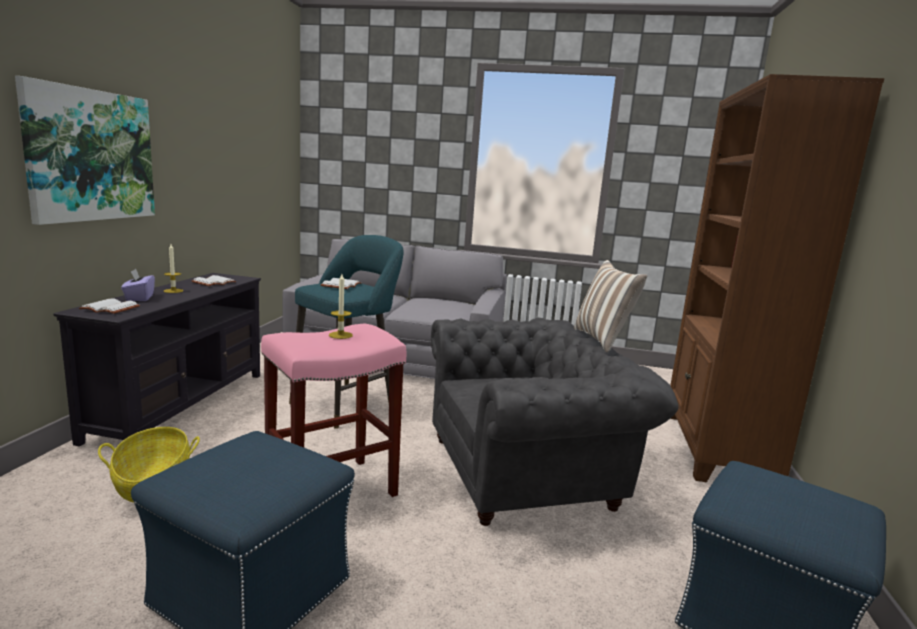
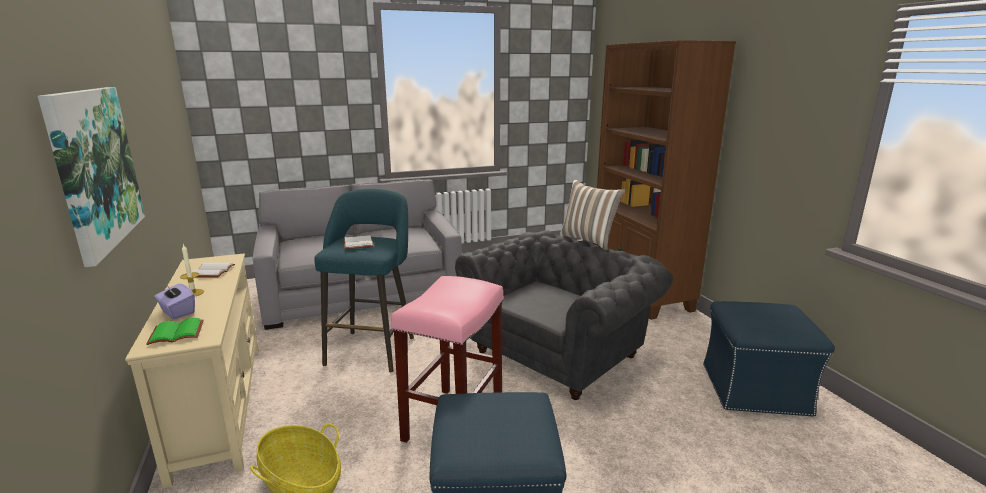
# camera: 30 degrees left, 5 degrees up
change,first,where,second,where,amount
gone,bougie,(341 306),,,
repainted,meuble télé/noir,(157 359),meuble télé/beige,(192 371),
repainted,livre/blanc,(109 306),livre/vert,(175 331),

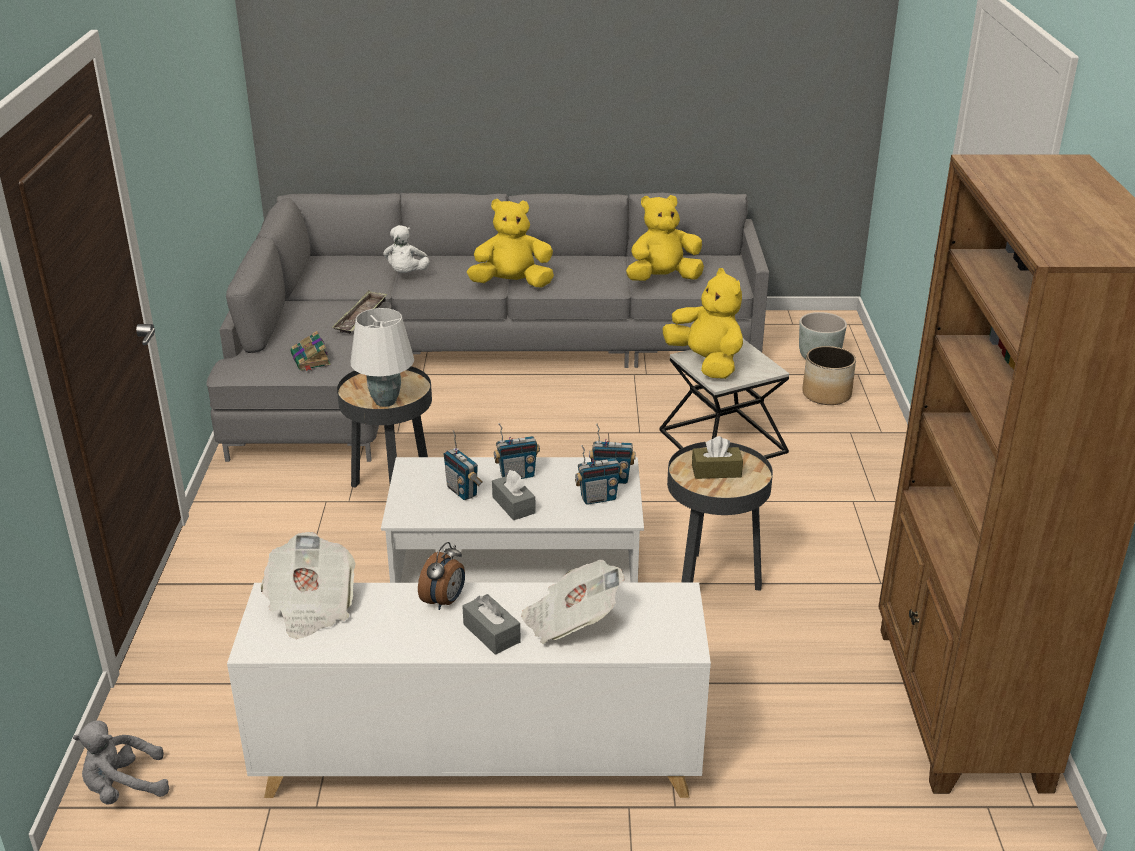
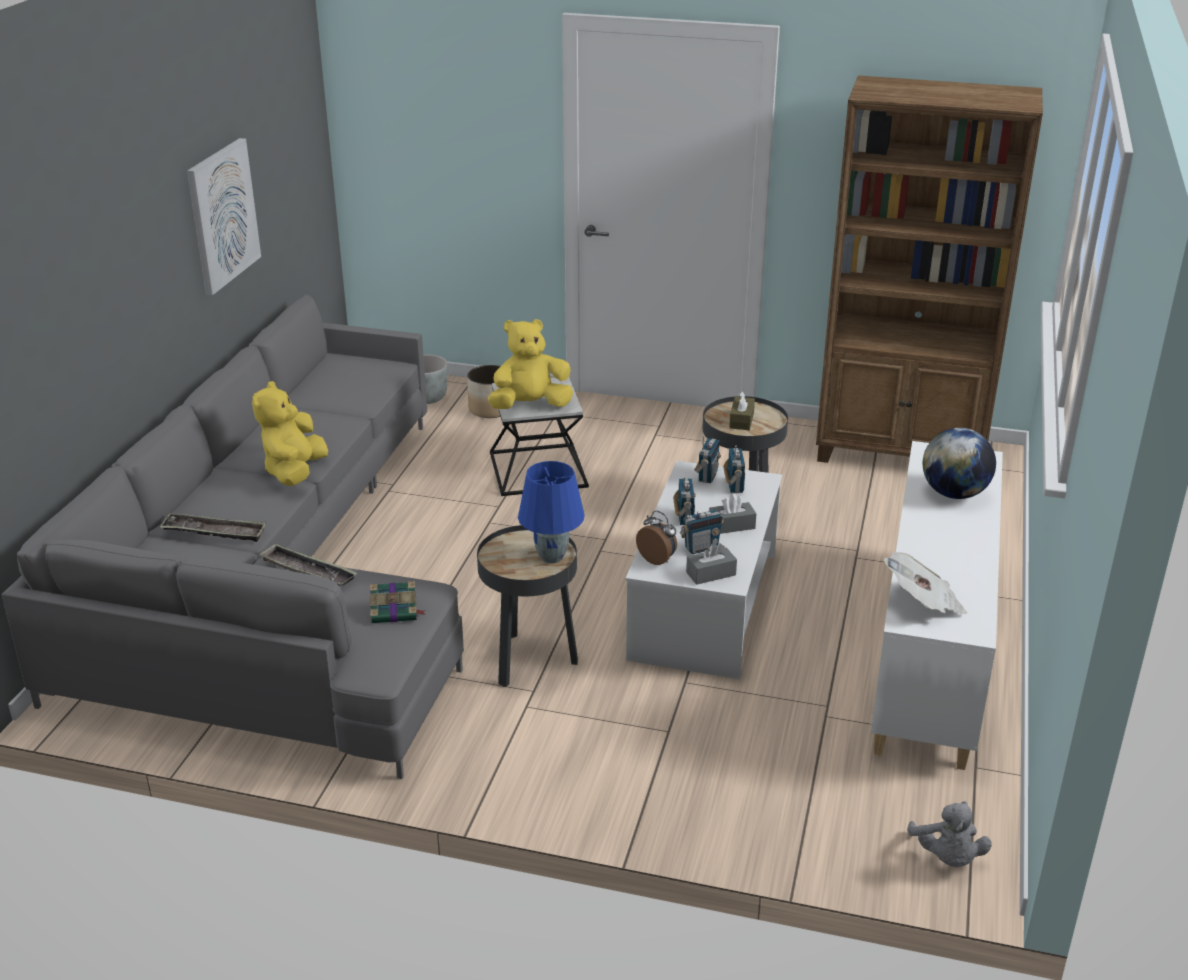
# camera: 75 degrees left, 0 degrees up
change,first,where,second,where,amount
gone,peluche/jaune,(665 238),,,
new,,,tableau,(224 216),
shifted,réveil,(441 576),,(656 538),
shifted,boîte à mouchoirs/gris,(491 624),,(711 564),
swapped,peluche/blanc,(406 249),plateau,(213 527),
swapped,journal,(572 602),globe,(959 463),
repainted,lampe de table/blanc,(382 357),lampe de table/bleu,(551 512),

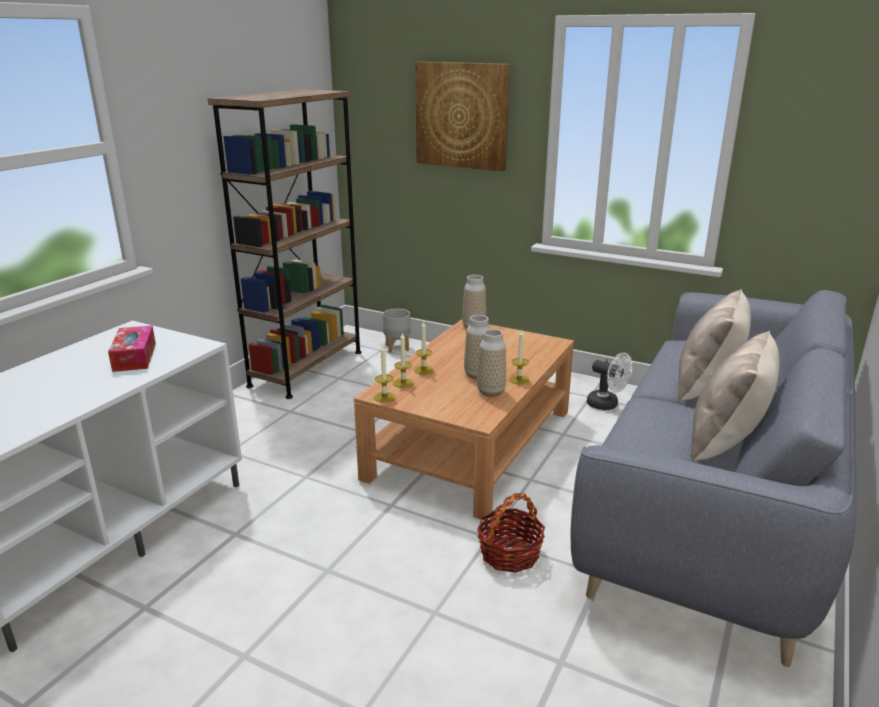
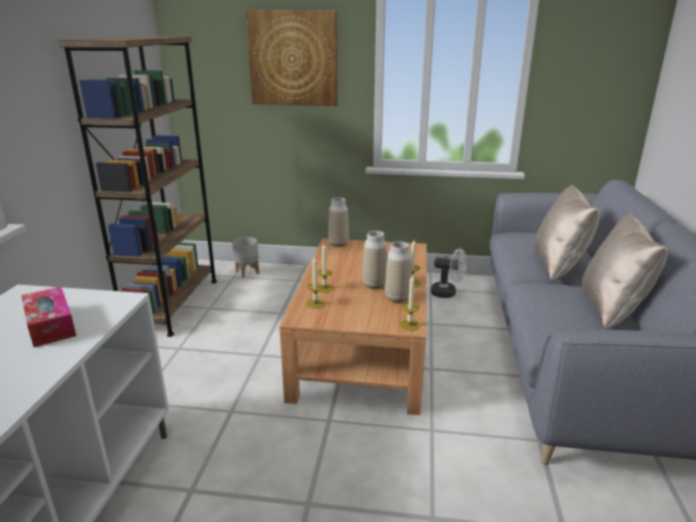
# camera: 20 degrees left, 0 degrees up
change,first,where,second,where,amount
gone,panier,(511 533),,,
shifted,bougie,(384 374),,(409 302),

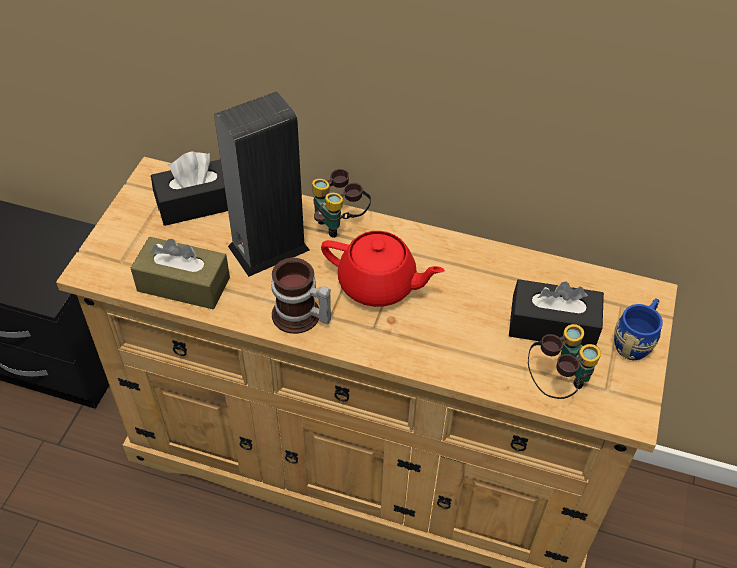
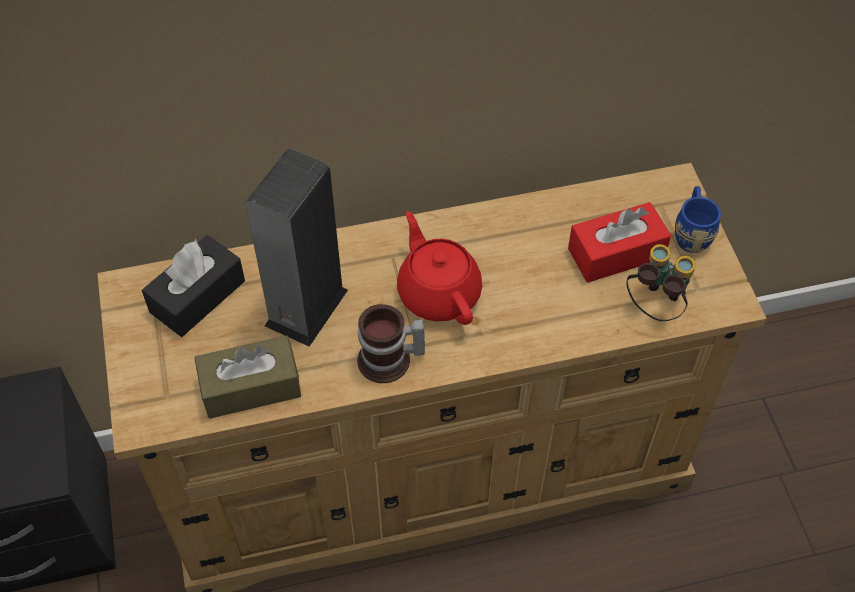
# camera: 30 degrees left, 5 degrees up
change,first,where,second,where,amount
gone,jumelles,(341 203),,,
repainted,boîte à mouchoirs/noir,(556 312),boîte à mouchoirs/rouge,(619 242),
rotated,théière/rouge,(383 269),,(439 268),105 degrees counterclockwise

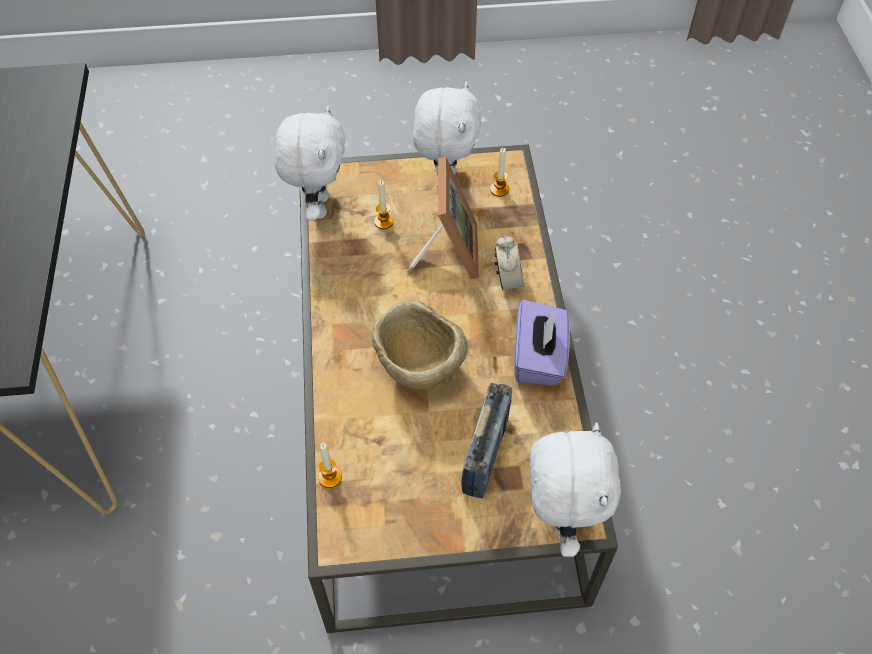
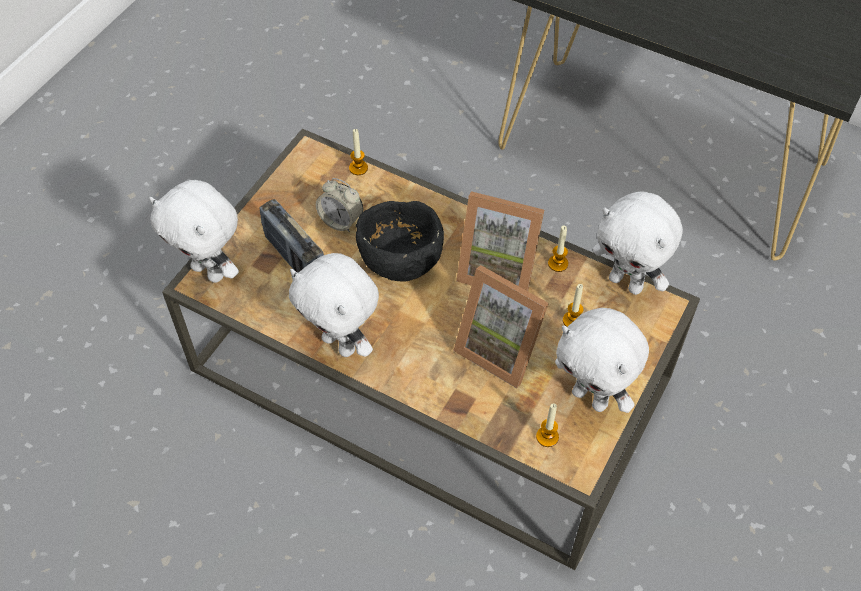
# camera: 125 degrees right, 0 degrees up
change,first,where,second,where,amount
new,,,cadre photo,(500 241),
new,,,bougie,(558 249),
shifted,réveil,(509 264),,(339 205),
swapped,boîte à mouchoirs/violet,(542 343),peluche/blanc,(334 305),
repainted,bol/beige,(420 345),bol/noir,(400 241),

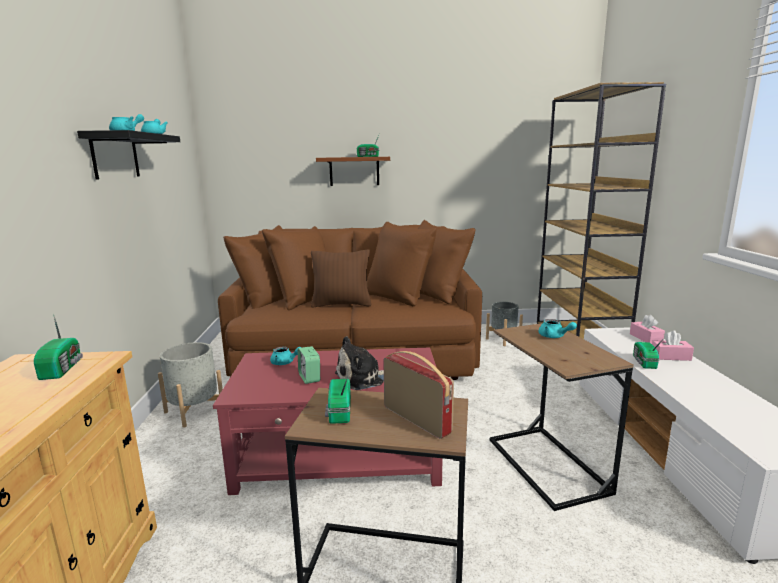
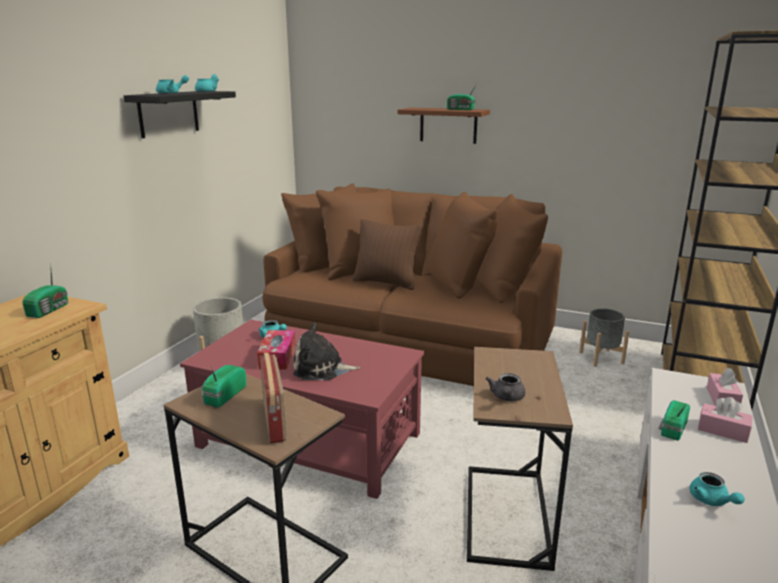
# camera: 25 degrees right, 5 degrees up
change,first,where,second,where,amount
new,,,théière/gris,(505 387),
shifted,théière/turquoise,(558 328),,(717 489),
swapped,réveil,(309 365),boîte à mouchoirs,(276 350),

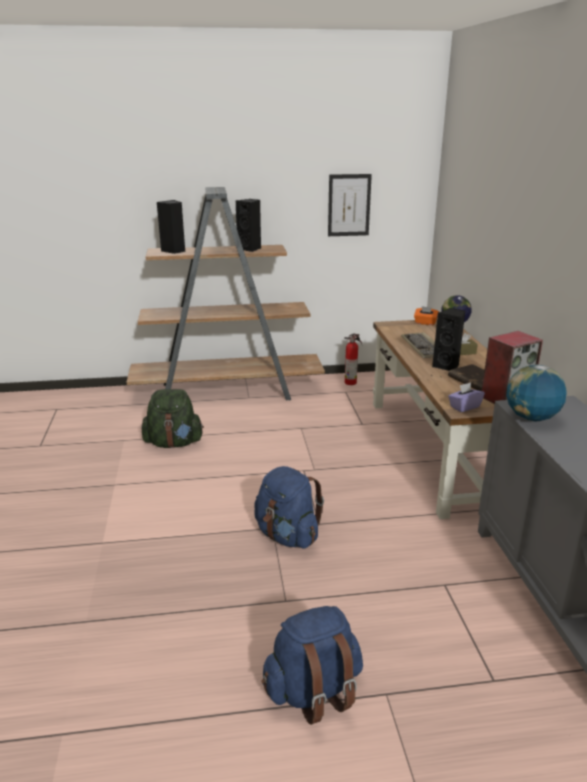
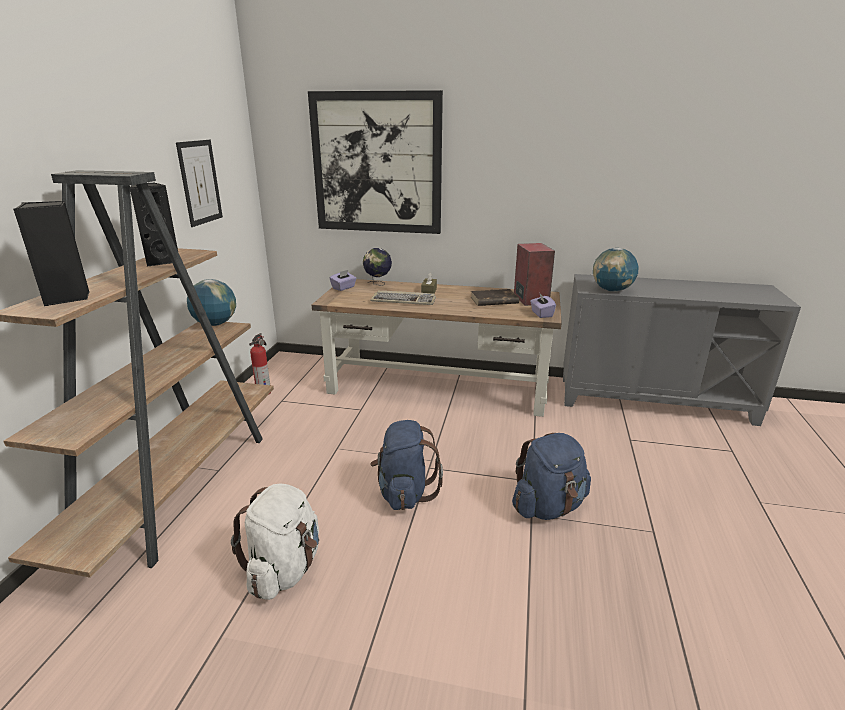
# camera: 70 degrees left, 0 degrees up
change,first,where,second,where,amount
gone,enceinte/noir,(448 339),,,
new,,,globe,(211 302),
new,,,tableau,(375 162),
shifted,sac à dos/bleu,(312 665),,(406 465),
repainted,sac à dos/vert,(172 418),sac à dos/blanc,(275 542),
repainted,boîte à mouchoirs/orange,(426 315),boîte à mouchoirs/violet,(343 280),

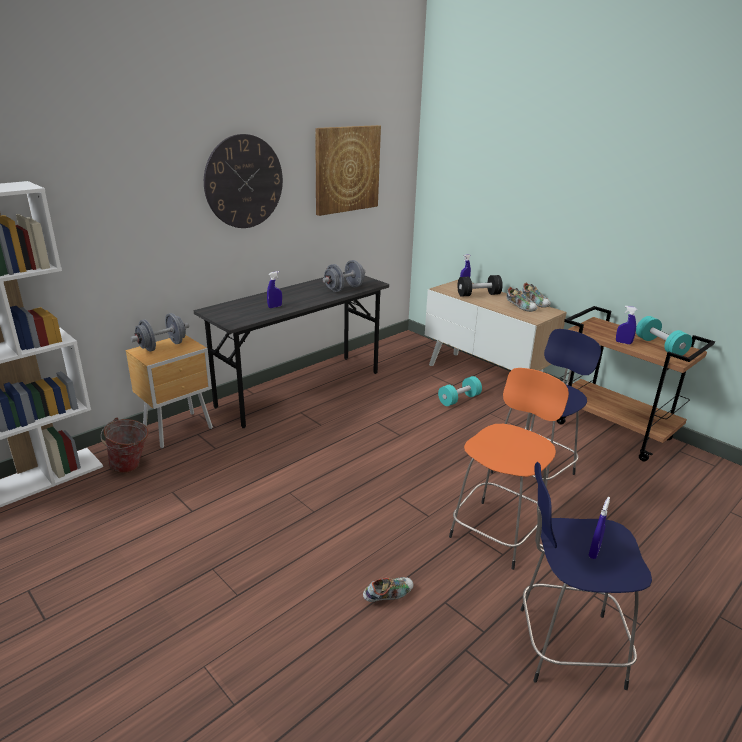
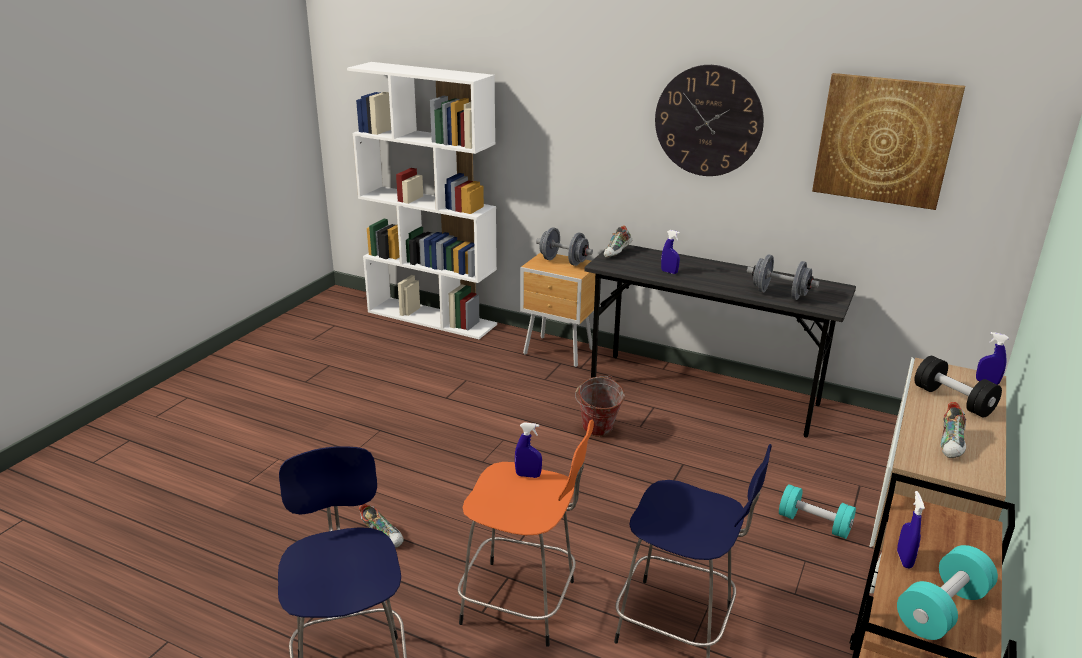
# camera: 70 degrees right, 0 degrees up
change,first,where,second,where,amount
shifted,seau,(125 445),,(600 406),
shifted,chaussure,(537 295),,(618 241),
shifted,vaporisateur/bleu,(599 528),,(528 450),

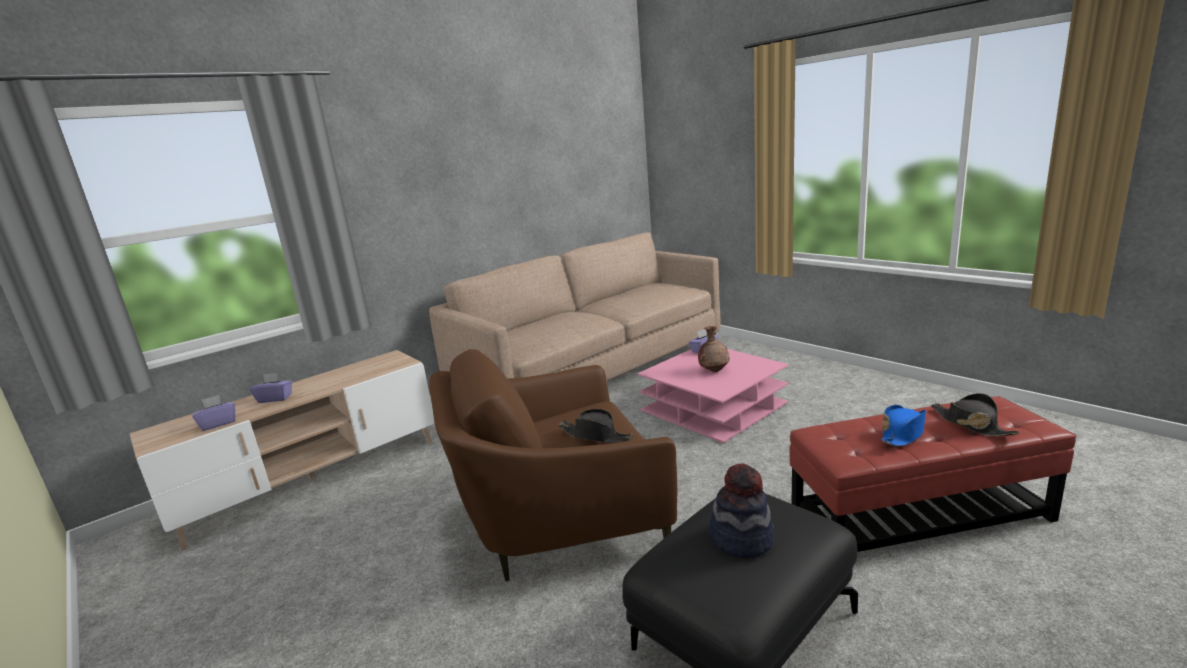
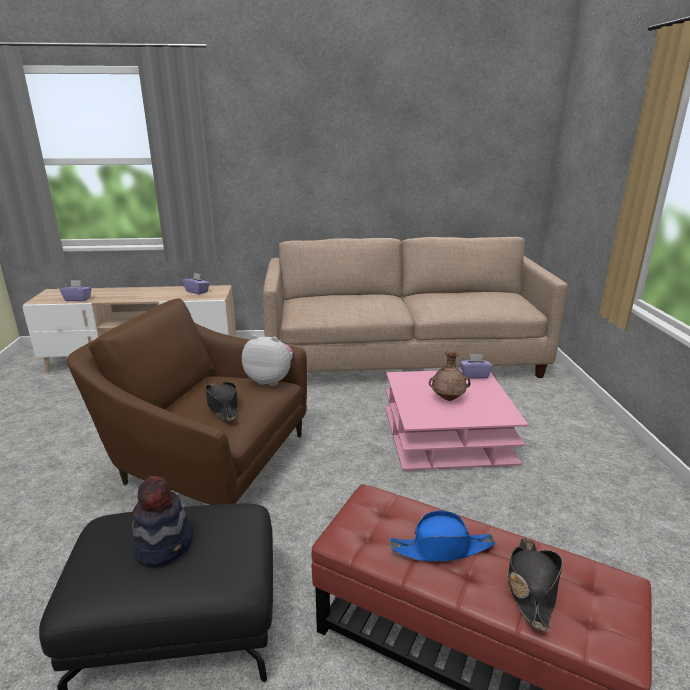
# camera: 35 degrees right, 5 degrees up
change,first,where,second,where,amount
new,,,peluche,(267 360),
shifted,boîte à mouchoirs/violet,(271 388),,(196 284),

